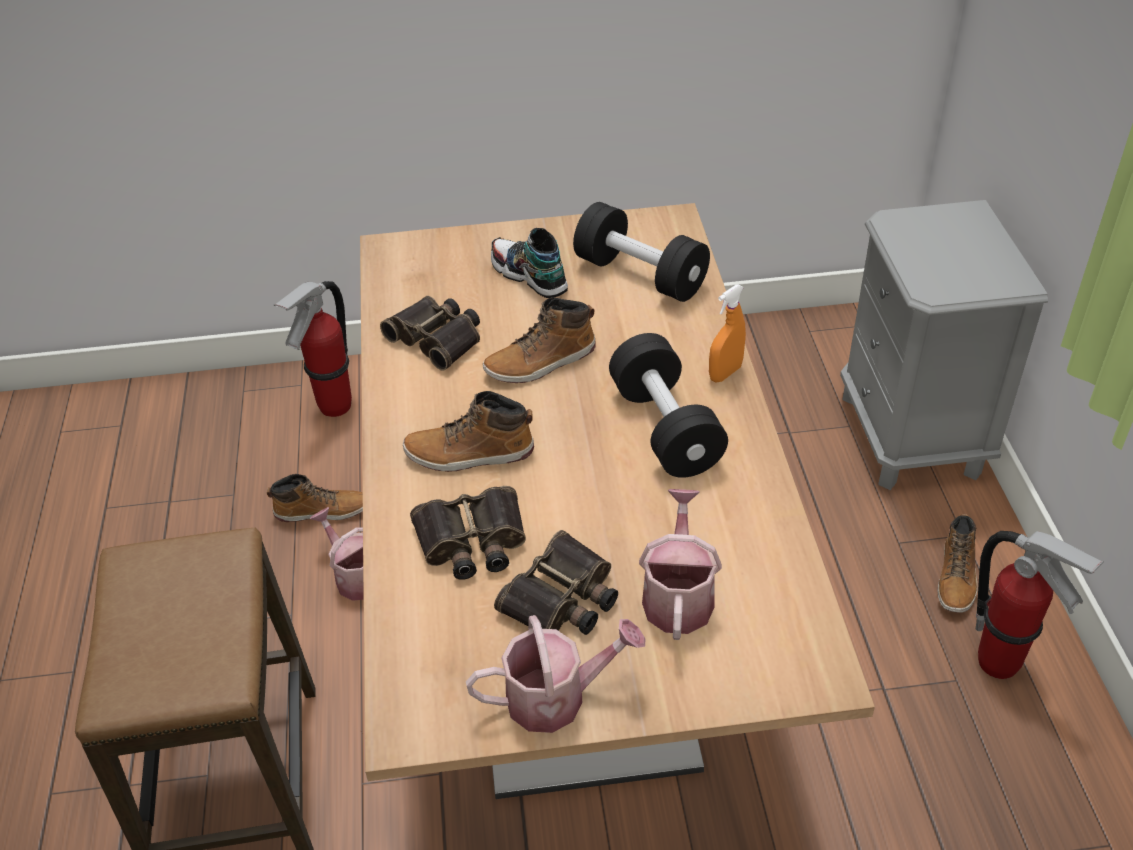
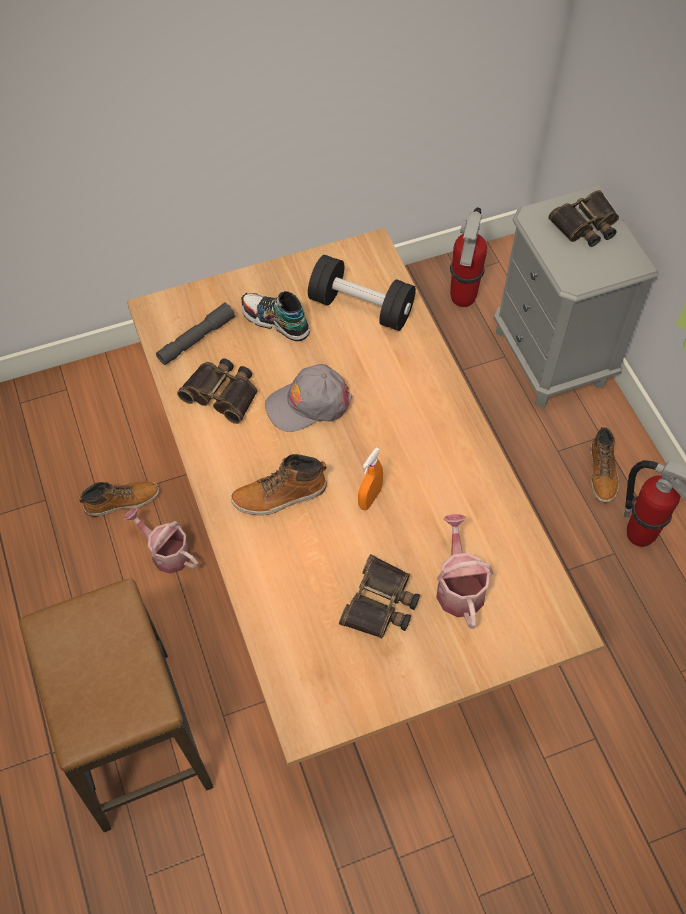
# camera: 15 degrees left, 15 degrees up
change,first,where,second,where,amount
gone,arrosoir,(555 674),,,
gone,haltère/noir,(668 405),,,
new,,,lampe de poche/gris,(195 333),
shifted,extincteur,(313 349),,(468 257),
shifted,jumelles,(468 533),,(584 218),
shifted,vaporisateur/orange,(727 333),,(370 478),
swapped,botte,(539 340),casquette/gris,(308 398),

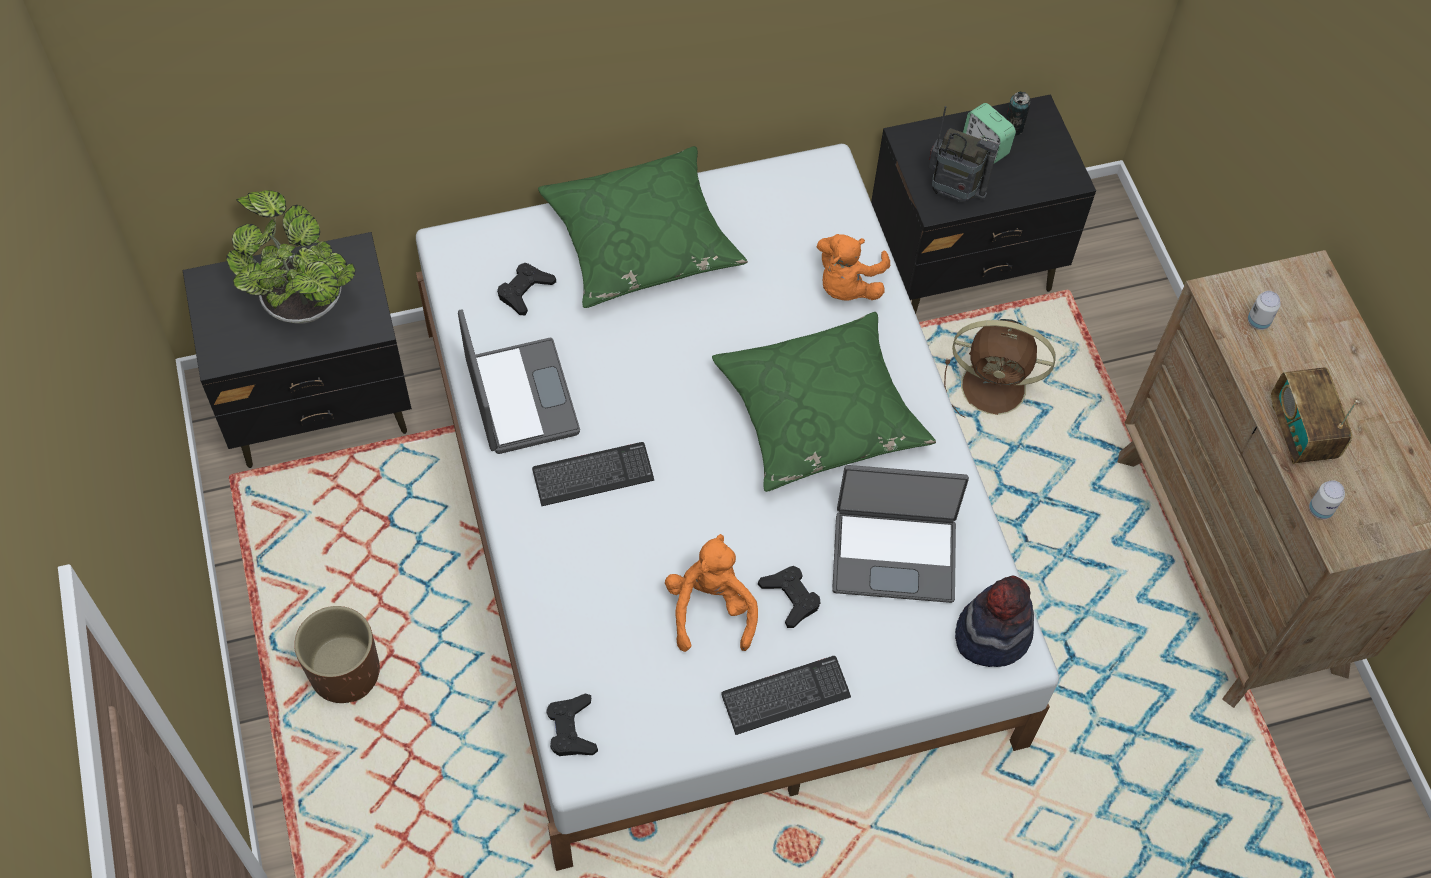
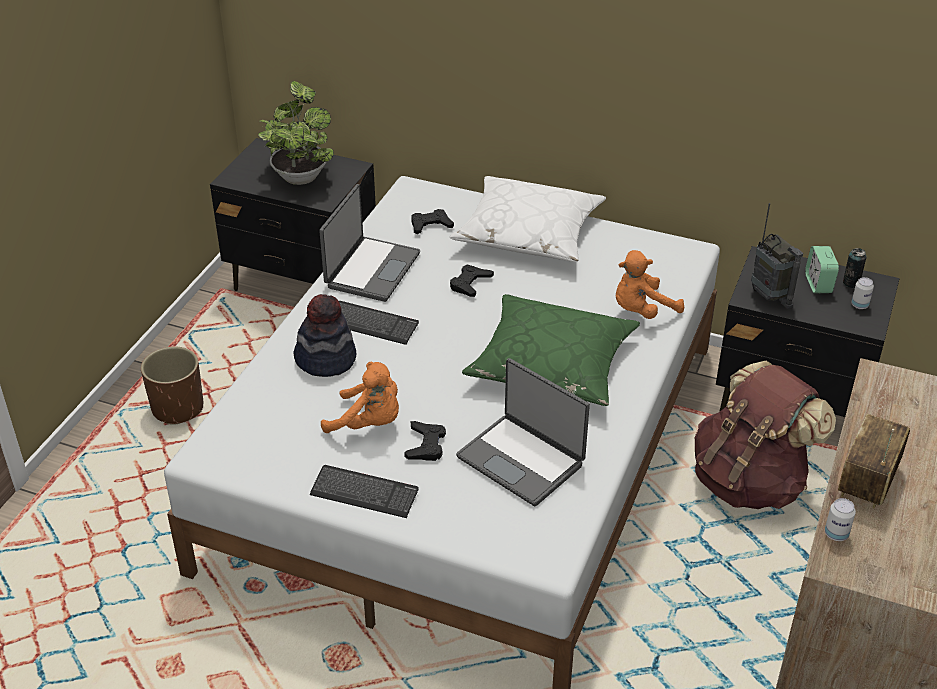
# camera: 40 degrees right, 20 degrees down
change,first,where,second,where,amount
shifted,manette/noir,(572 724),,(472 280),
shifted,chapeau,(994 621),,(324 335),
shifted,boîte métallique,(1264 310),,(862 293),
swapped,ventilateur/marron,(1000 368),sac à dos/marron,(765 435),
repainted,coussin/vert,(643 227),coussin/blanc,(528 219),
rotated,peluche/orange,(711 593),,(360 397),75 degrees clockwise

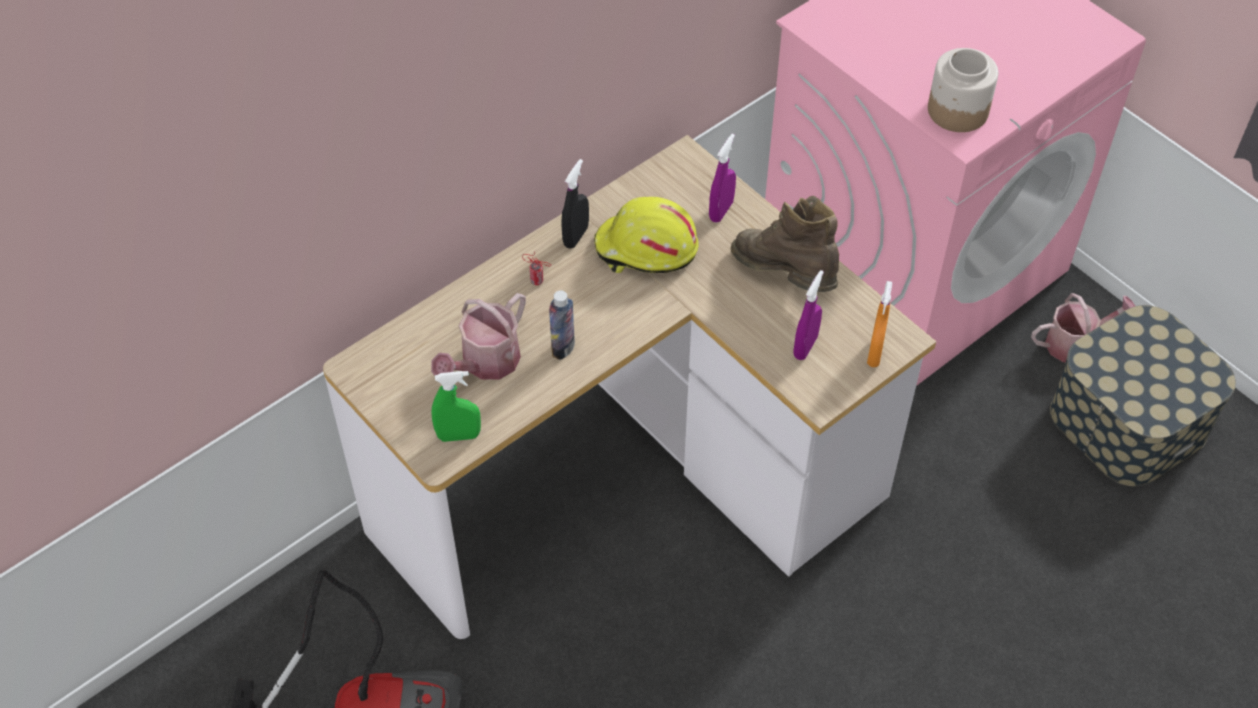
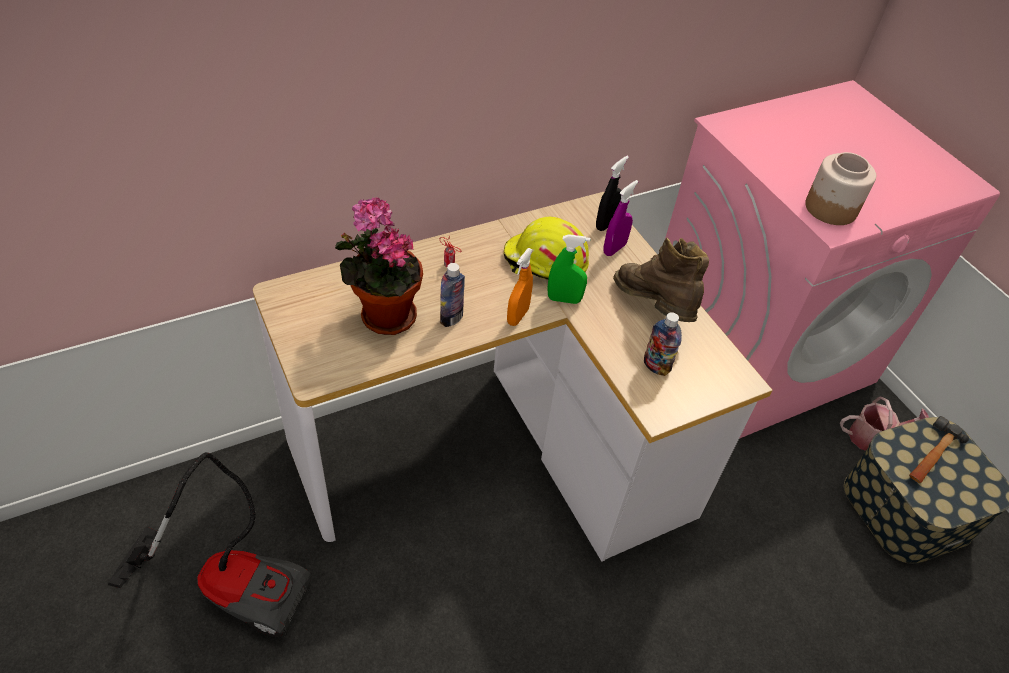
# camera: 10 degrees right, 5 degrees down
change,first,where,second,where,amount
new,,,marteau,(939 449),
shifted,vaporisateur/vert,(456 406),,(568 269),
shifted,vaporisateur/noir,(575 204),,(612 193),
shifted,vaporisateur/orange,(879 324),,(520 287),
swapped,arrosoir,(478 336),plante en pot,(379 266),
swapped,vaporisateur/violet,(808 315),bouteille,(663 344),

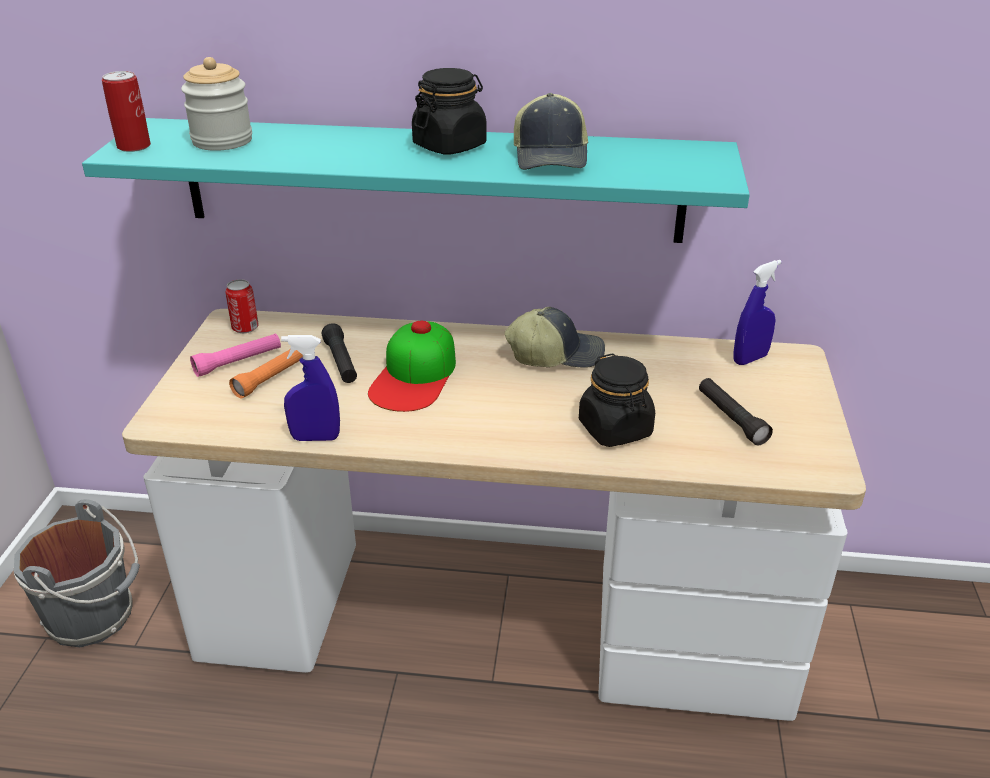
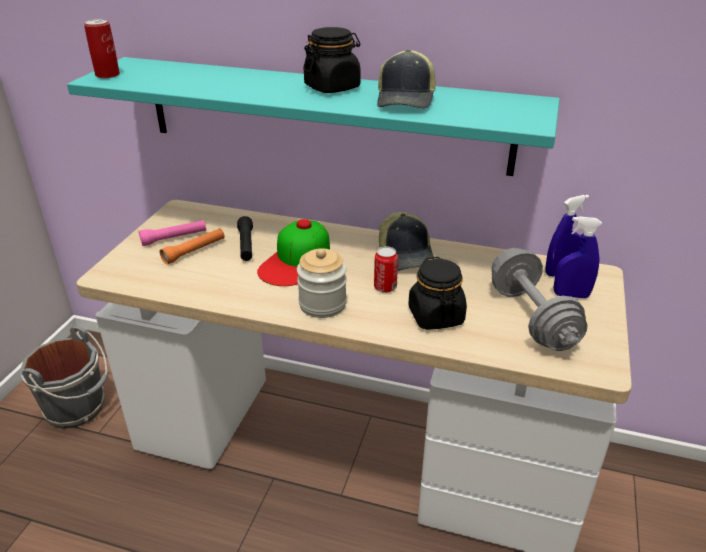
# camera: 10 degrees right, 0 degrees up
change,first,where,second,where,amount
shifted,bocal,(216 104),,(322 283),
shifted,boîte métallique,(241 306),,(386 269),
shifted,vaporisateur/bleu,(310 388),,(578 257),
swapped,lampe de poche/noir,(736 411),haltère/gris,(539 299),
rotated,casquette,(555 337),,(406 241),75 degrees clockwise

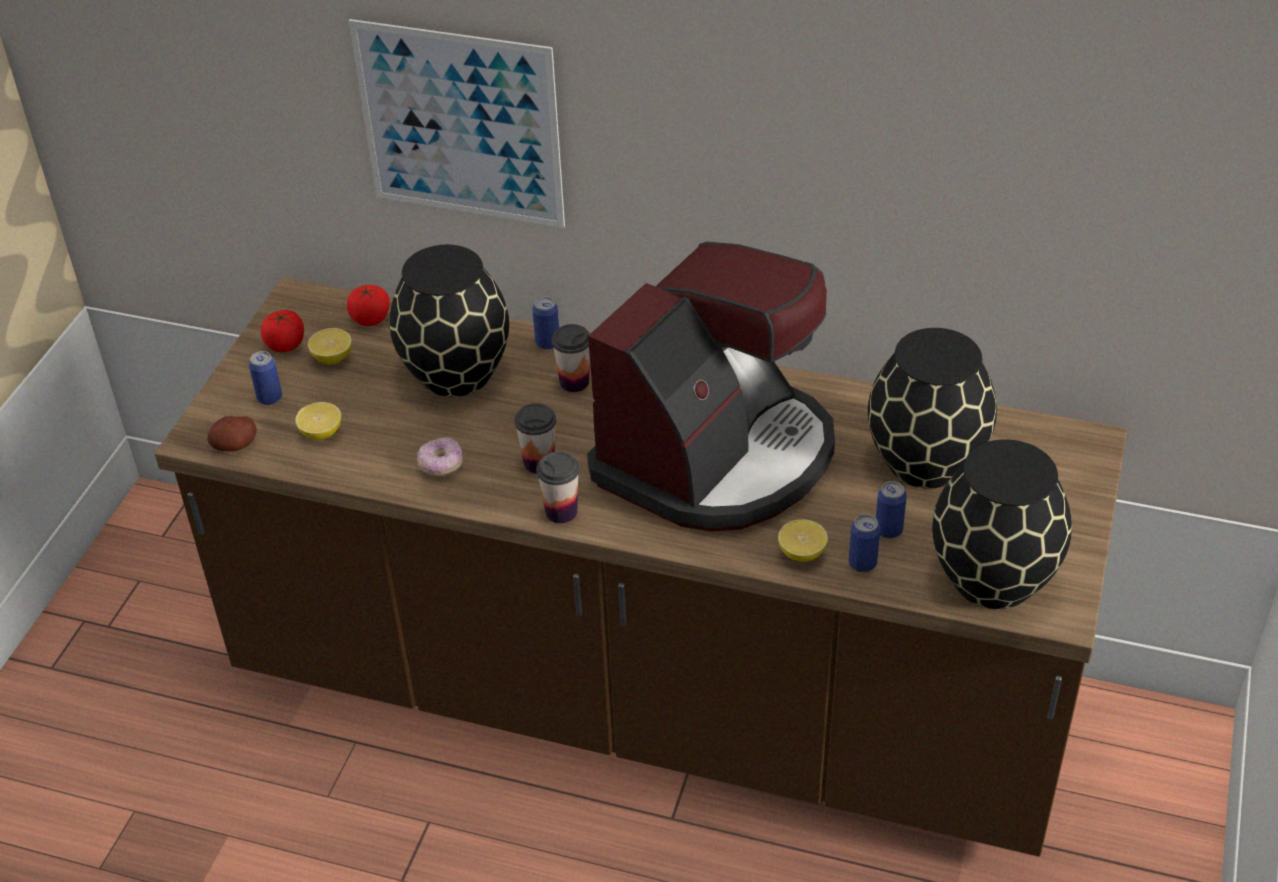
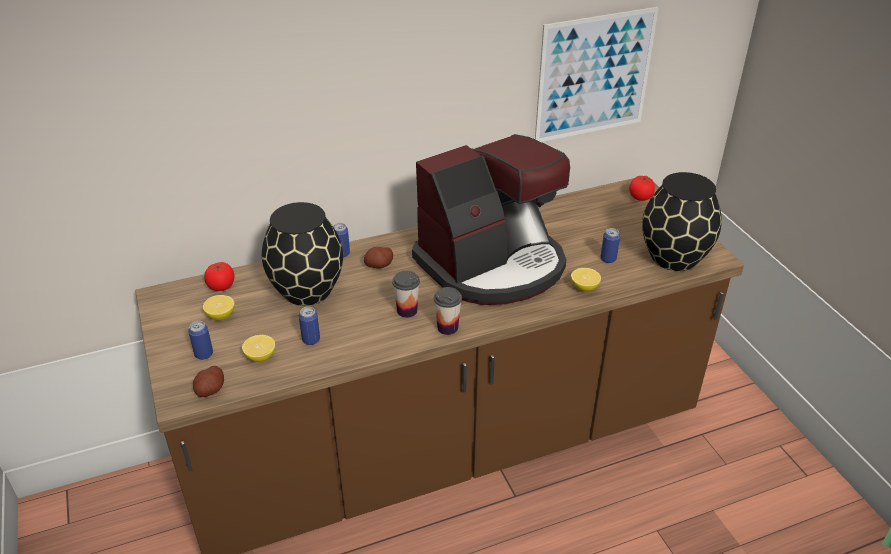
# camera: 40 degrees left, 5 degrees down
change,first,where,second,where,amount
gone,beignet,(440 456),,,
gone,vase/noir,(932 408),,,
shifted,tomate,(282 331),,(642 188),
shifted,tableau,(457 123),,(597 74),
shifted,boîte métallique,(864 543),,(309 326),
swapped,tasse,(571 358),pomme de terre,(378 257),
rotated,machine à café,(711 386),,(491 219),60 degrees clockwise

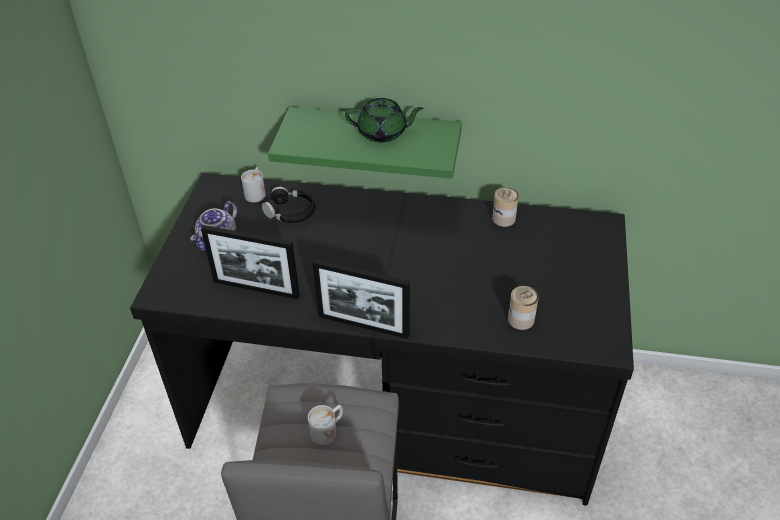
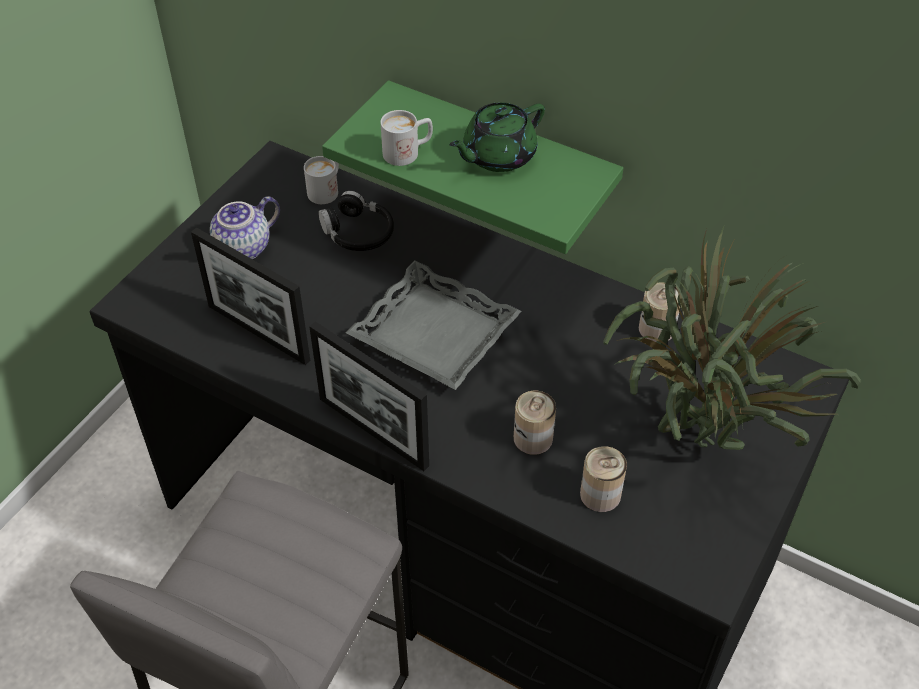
# camera: 20 degrees right, 5 degrees up
change,first,where,second,where,amount
new,,,plateau/gris,(433 325),
new,,,boîte métallique,(535 423),
new,,,plante en pot,(732 338),
shifted,mug/blanc,(325 425),,(406 138),
rotated,théière/vert,(384 120),,(497 137),120 degrees clockwise

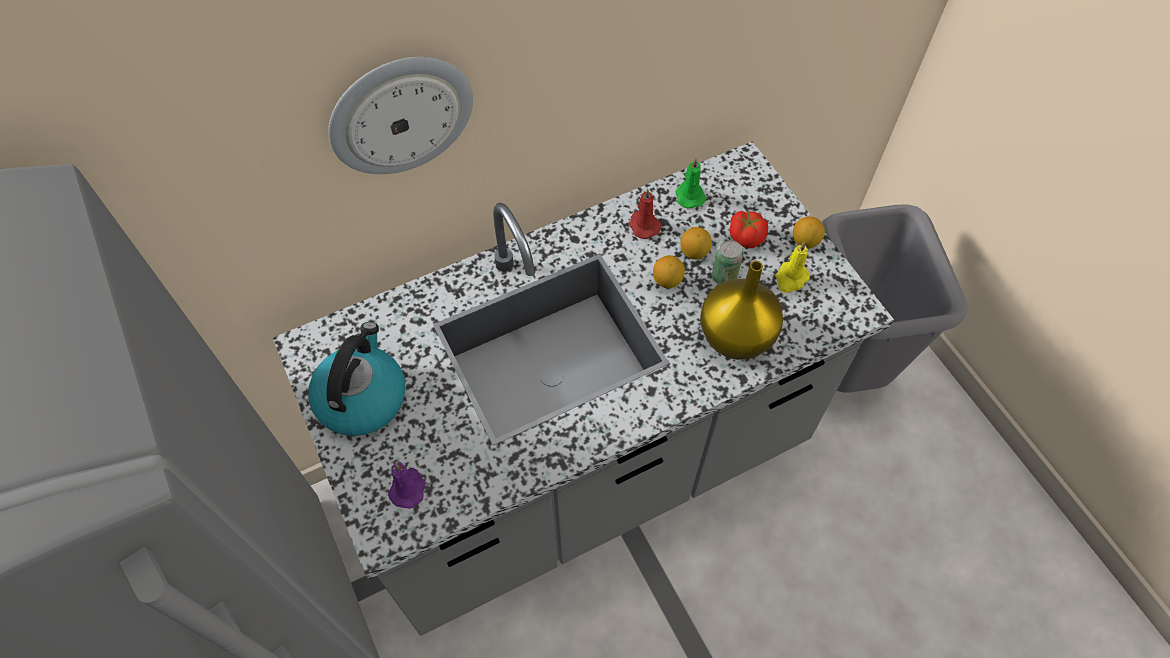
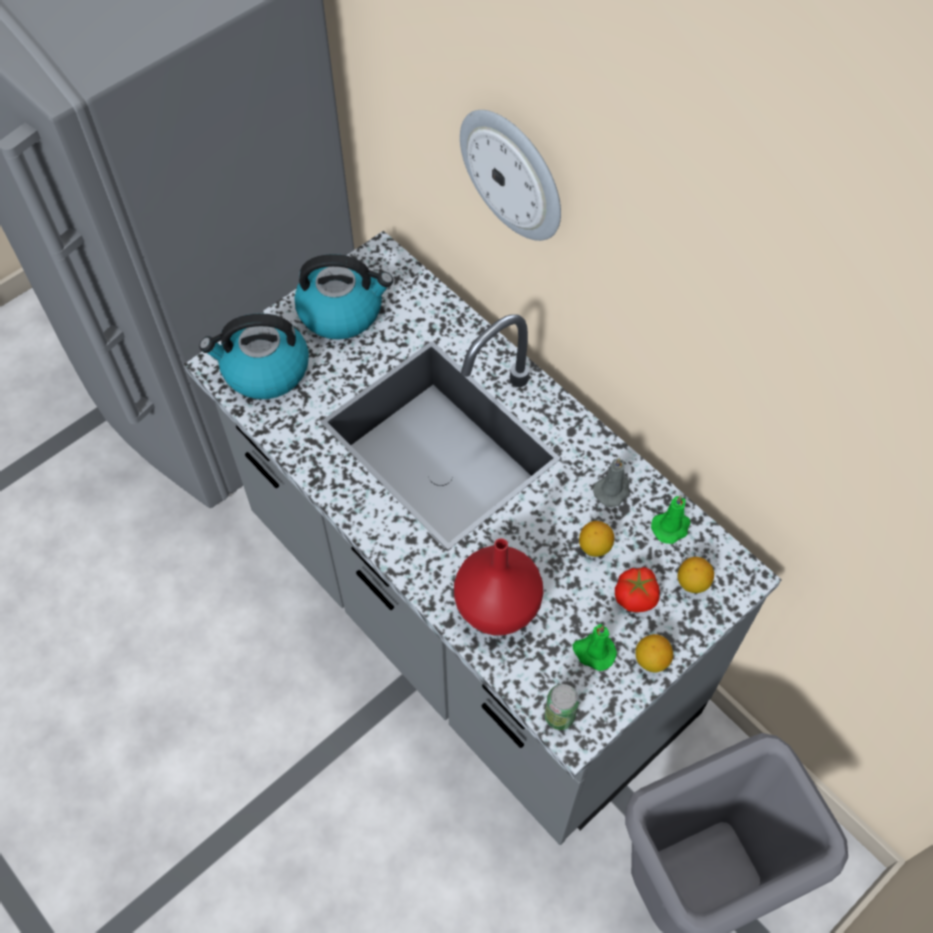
# camera: 75 degrees right, 0 degrees up
change,first,where,second,where,amount
shifted,citron,(669 271),,(695 575),
shifted,boîte métallique,(727 262),,(561 707),
swapped,bougie/violet,(406 485),bouilloire,(254 356),
repainted,bougie/rouge,(645 214),bougie/gris,(611 482),
repainted,vase/jaune,(741 310),vase/rouge,(498 586),
repainted,bougie/jaune,(793 267),bougie/vert,(595 647),

